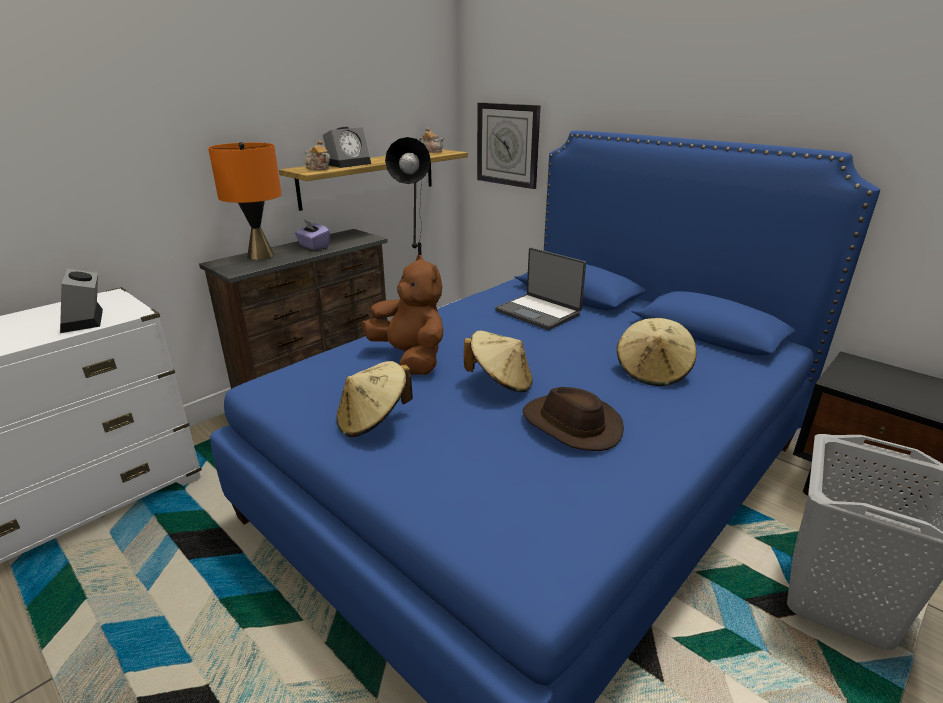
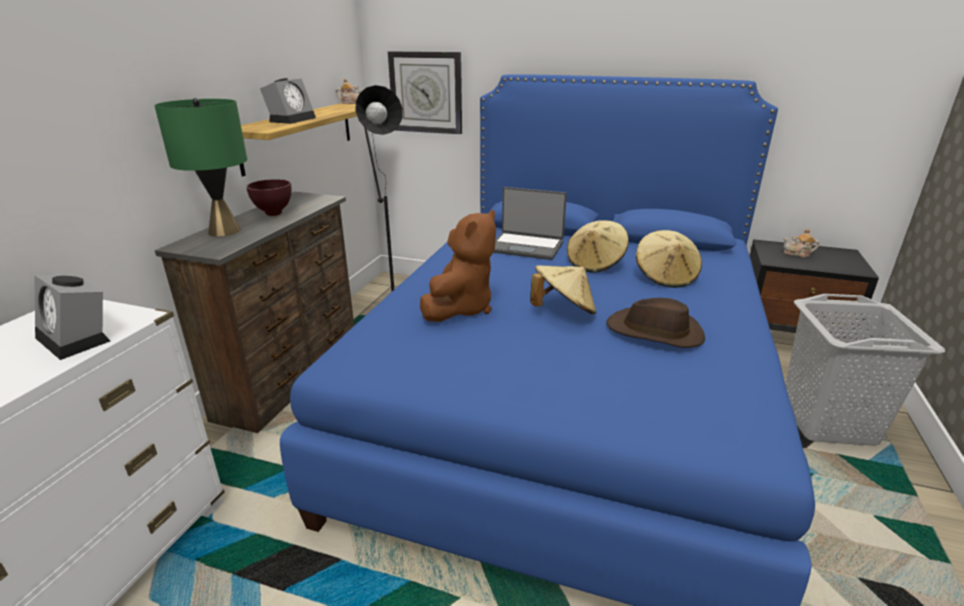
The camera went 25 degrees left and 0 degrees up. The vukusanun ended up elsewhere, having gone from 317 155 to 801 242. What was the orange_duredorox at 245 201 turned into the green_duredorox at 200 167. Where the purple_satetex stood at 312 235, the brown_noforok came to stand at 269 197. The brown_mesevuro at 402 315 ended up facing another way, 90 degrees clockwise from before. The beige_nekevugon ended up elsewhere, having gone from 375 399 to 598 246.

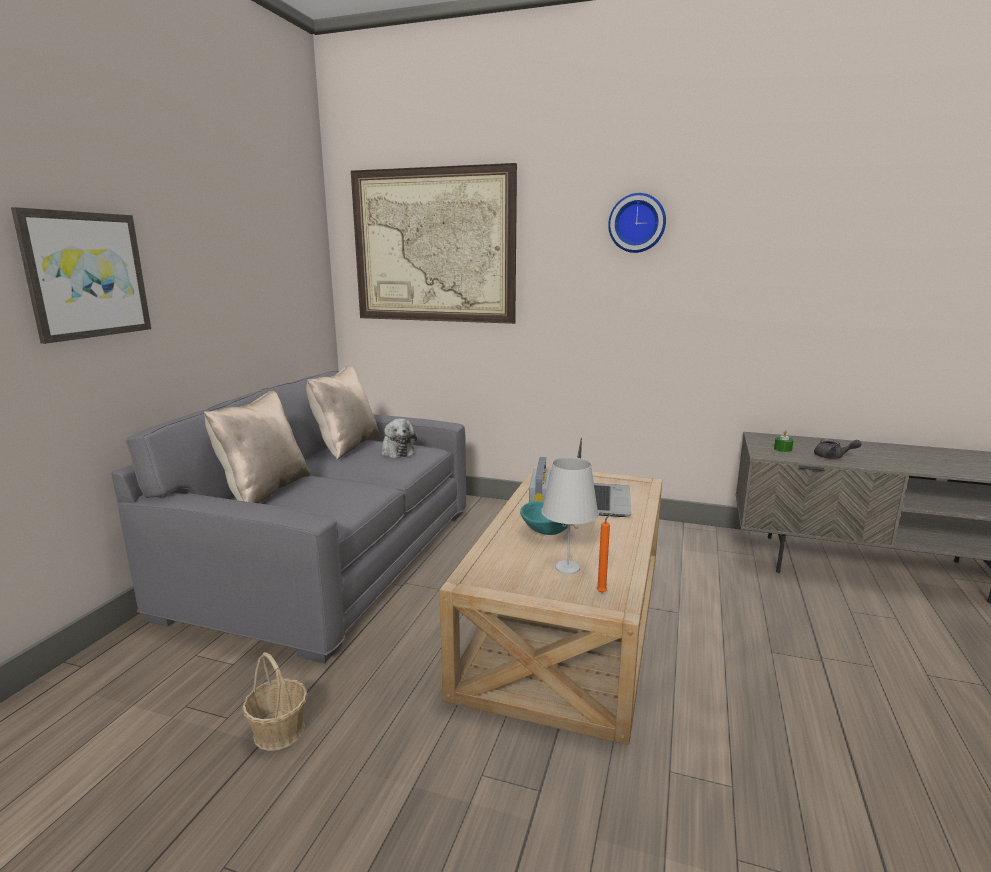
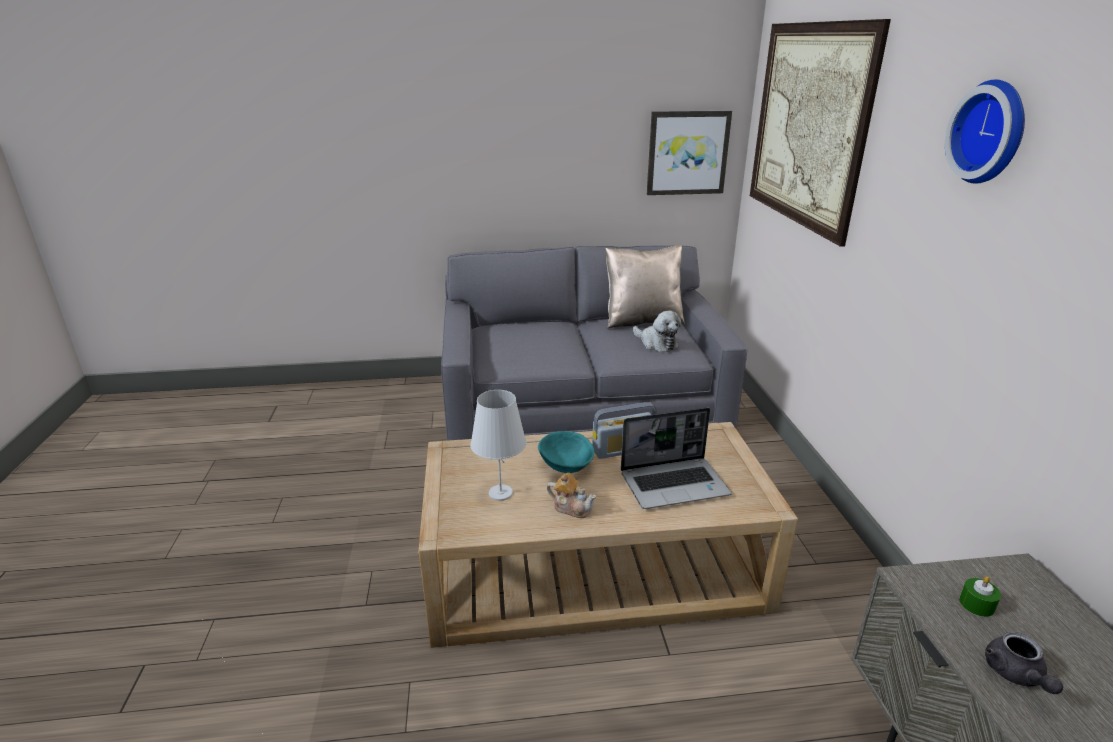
The camera went 65 degrees right and 10 degrees up. The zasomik ended up elsewhere, having gone from 81 275 to 689 153. The second view lost the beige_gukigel at 257 447. The mesevuro at 399 438 ended up facing another way, 75 degrees counterclockwise from before. The second view lost the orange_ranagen at 604 553. The second view lost the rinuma at 275 701. The second view gained the vukusanun at 571 495.

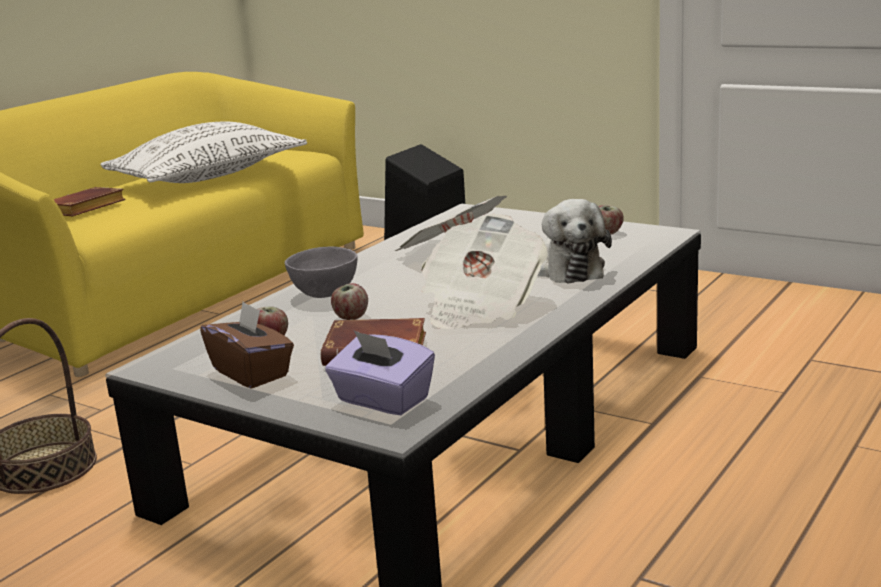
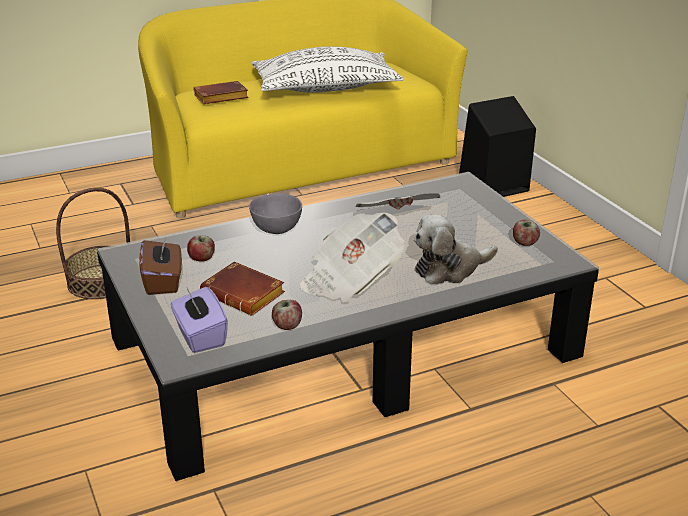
The camera went 30 degrees right and 10 degrees up. The mesevuro at 575 241 ended up facing another way, 45 degrees clockwise from before. The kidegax ended up elsewhere, having gone from 349 301 to 287 315.

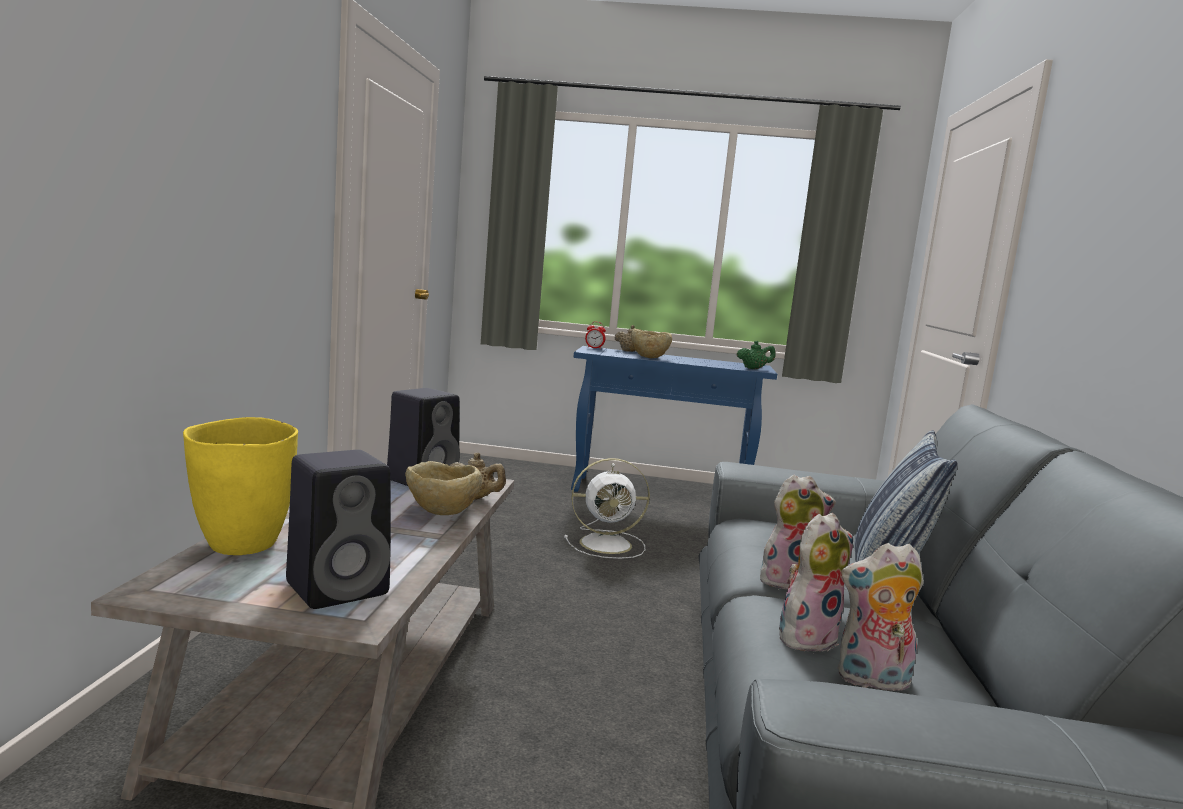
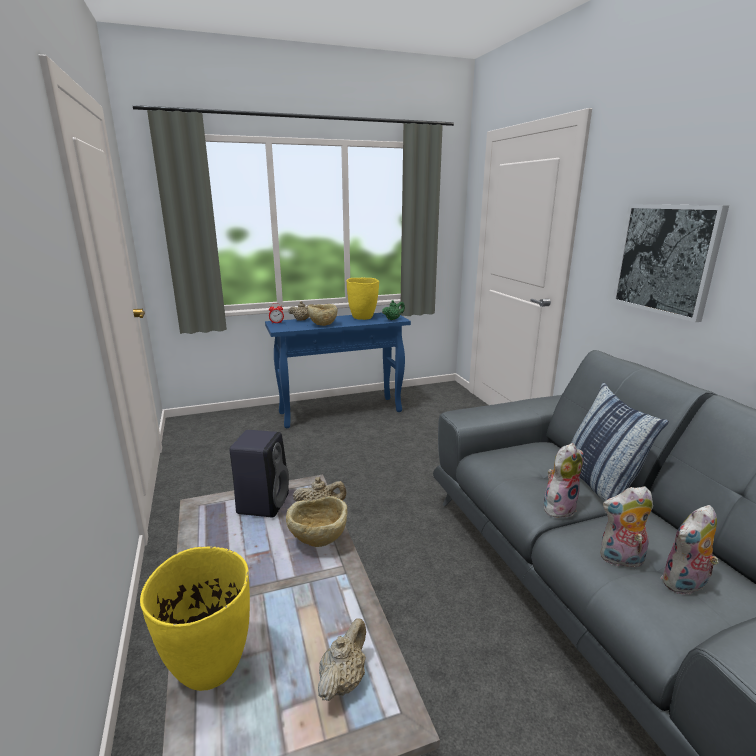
The camera went 25 degrees left and 10 degrees up. Where the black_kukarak stood at 338 529, the beige_vukusanun came to stand at 342 659. The second view lost the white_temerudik at 607 508. The mesevuro at 816 582 ended up facing another way, 120 degrees counterclockwise from before. The second view gained the zasomik at 670 263. The second view gained the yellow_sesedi at 363 299.

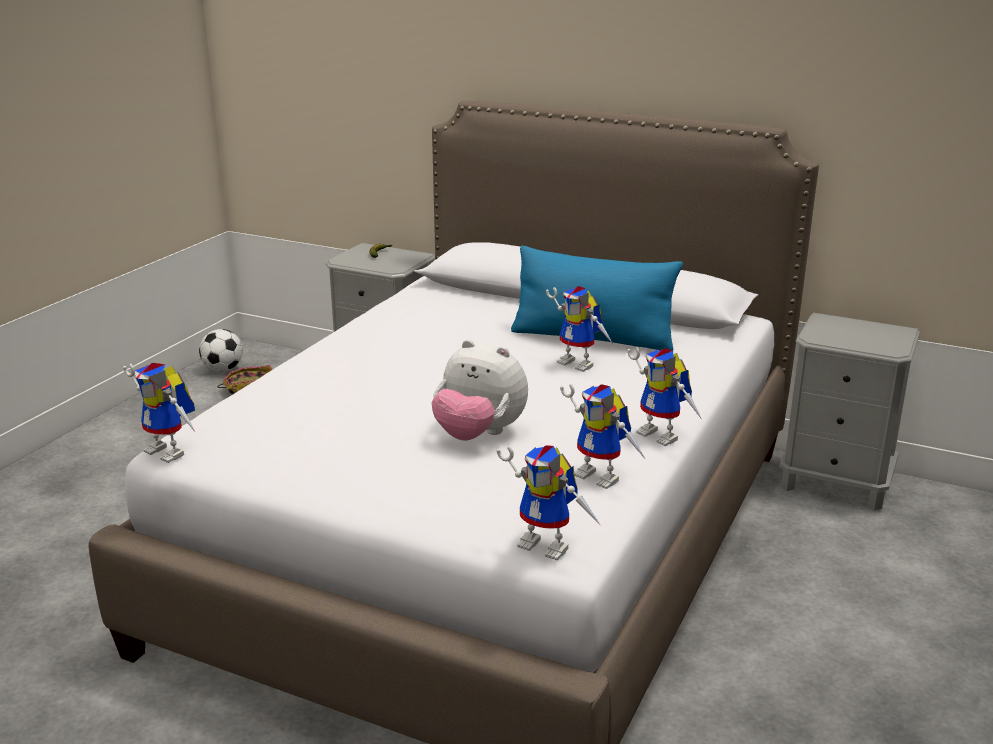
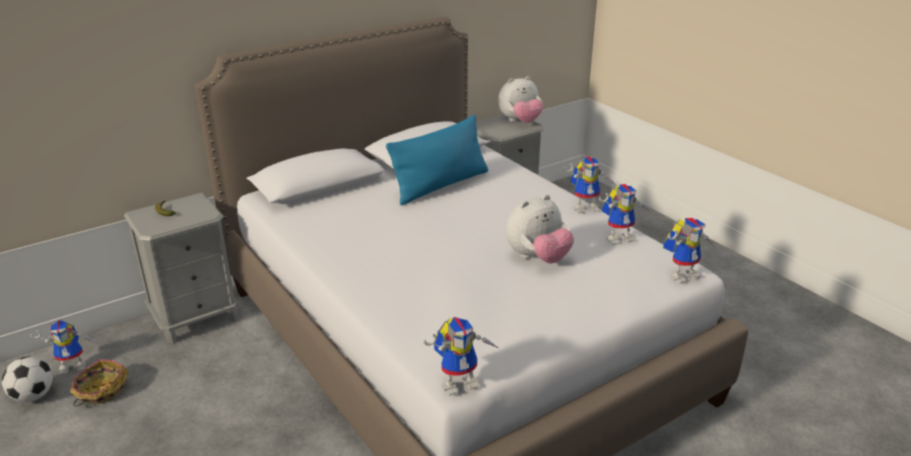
The camera went 60 degrees left and 5 degrees up. The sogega ended up elsewhere, having gone from 579 329 to 65 347. The second view gained the mesevuro at 520 99.

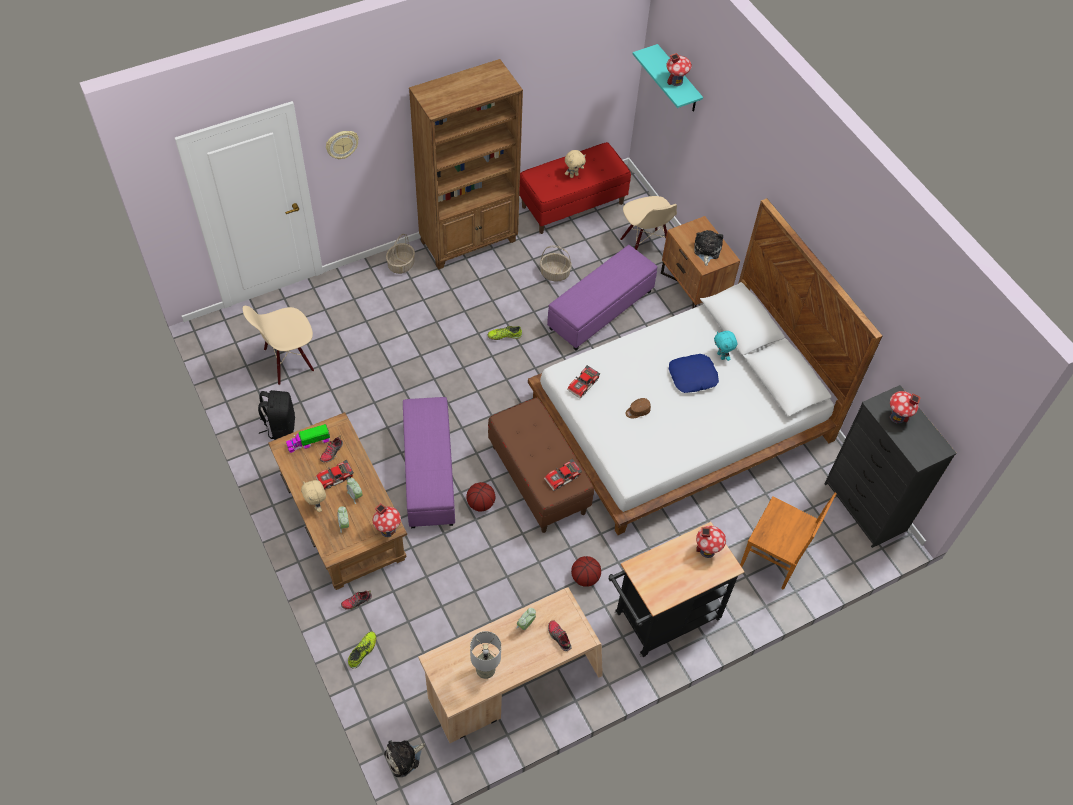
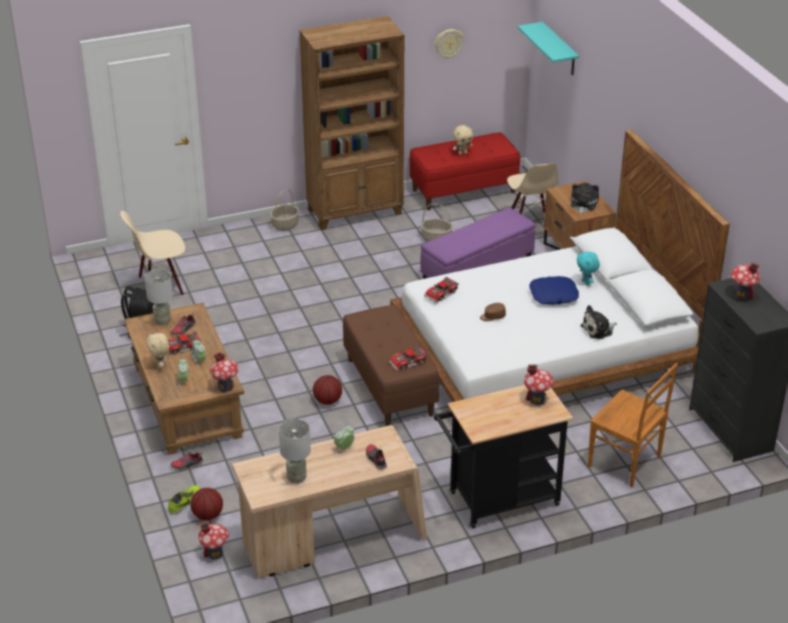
The camera went 10 degrees right and 20 degrees down. The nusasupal ended up elsewhere, having gone from 679 69 to 213 541. The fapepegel ended up elsewhere, having gone from 342 145 to 449 44. The second view lost the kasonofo at 505 333. The second view lost the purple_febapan at 429 462. Where the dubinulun stood at 308 438, the grey_duredorox came to stand at 159 297. The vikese ended up elsewhere, having gone from 586 571 to 206 504. The mesevuro ended up elsewhere, having gone from 404 758 to 598 322.

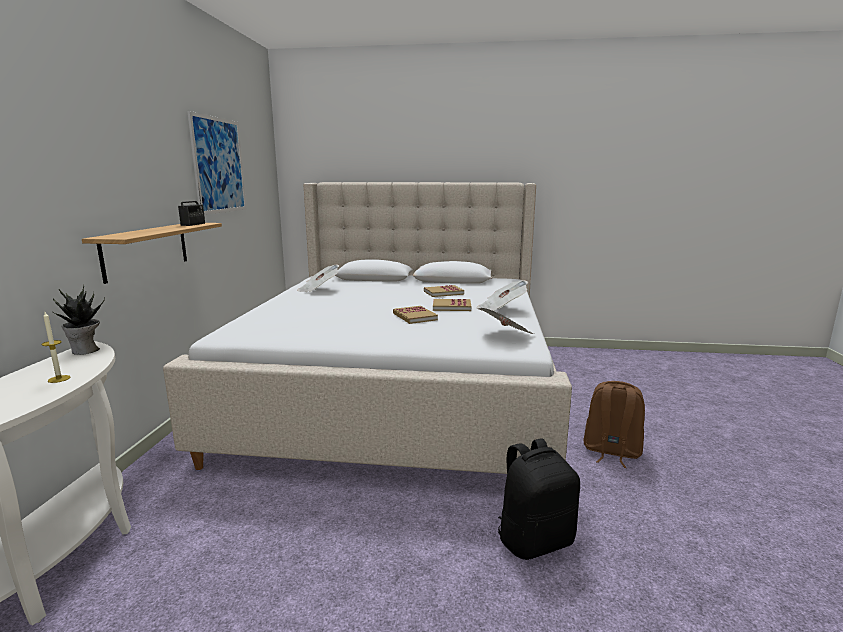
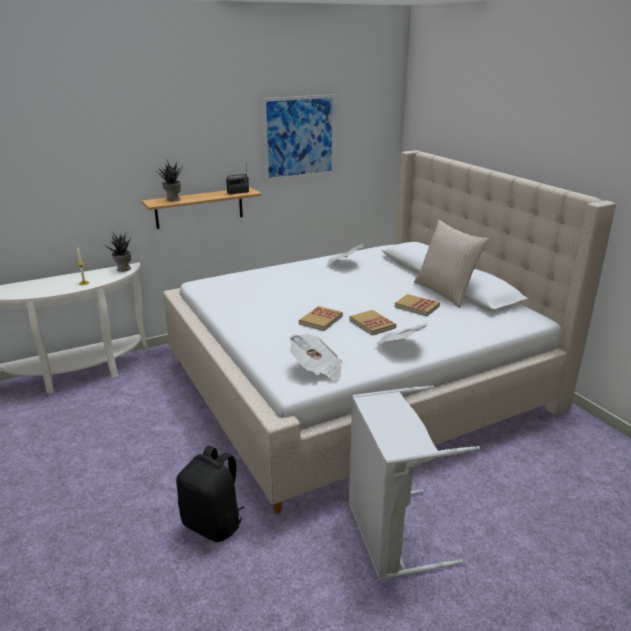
The camera went 55 degrees right and 10 degrees up. Where the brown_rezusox stood at 614 424, the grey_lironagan came to stand at 414 482. The second view gained the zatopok at 169 180. The second view gained the beige_gukigel at 451 264.

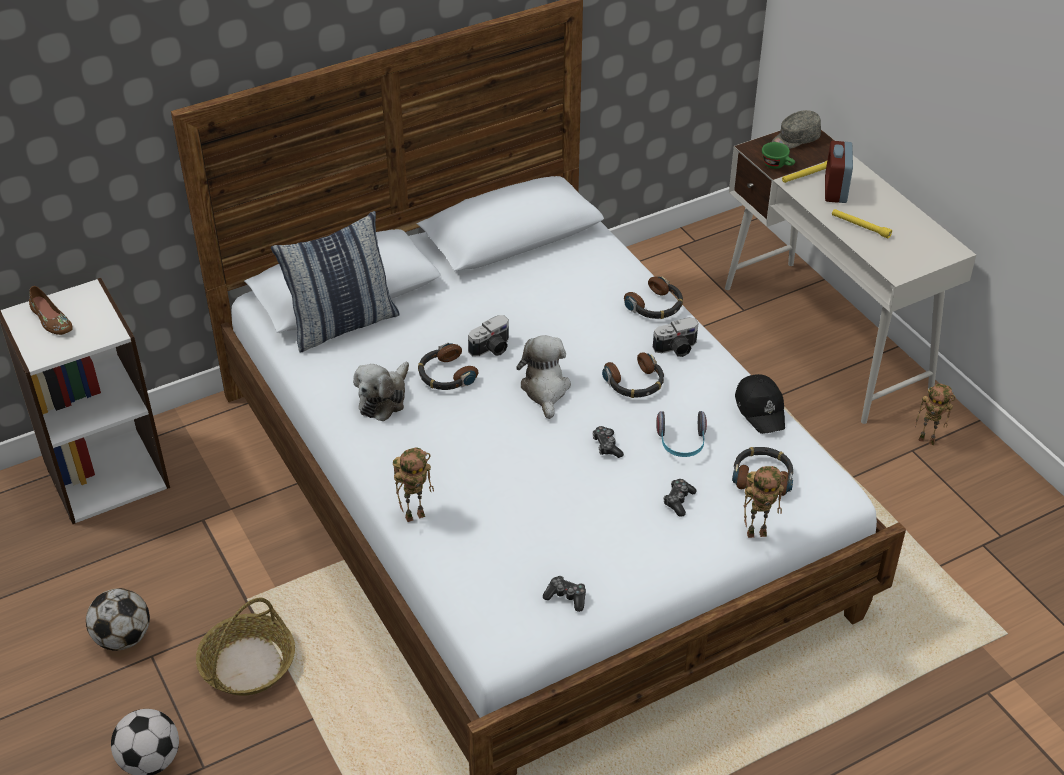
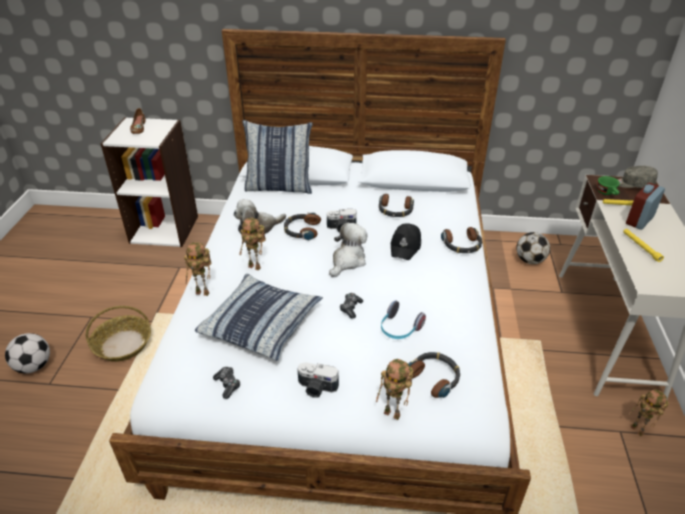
The camera went 35 degrees right and 5 degrees down. The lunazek ended up elsewhere, having gone from 675 337 to 318 380. The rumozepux ended up elsewhere, having gone from 633 375 to 396 205. The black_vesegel ended up elsewhere, having gone from 760 404 to 406 241. The second view lost the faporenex at 680 498. The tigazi ended up elsewhere, having gone from 118 619 to 533 248. The second view gained the sogega at 252 244. The second view gained the gukigel at 259 317.

